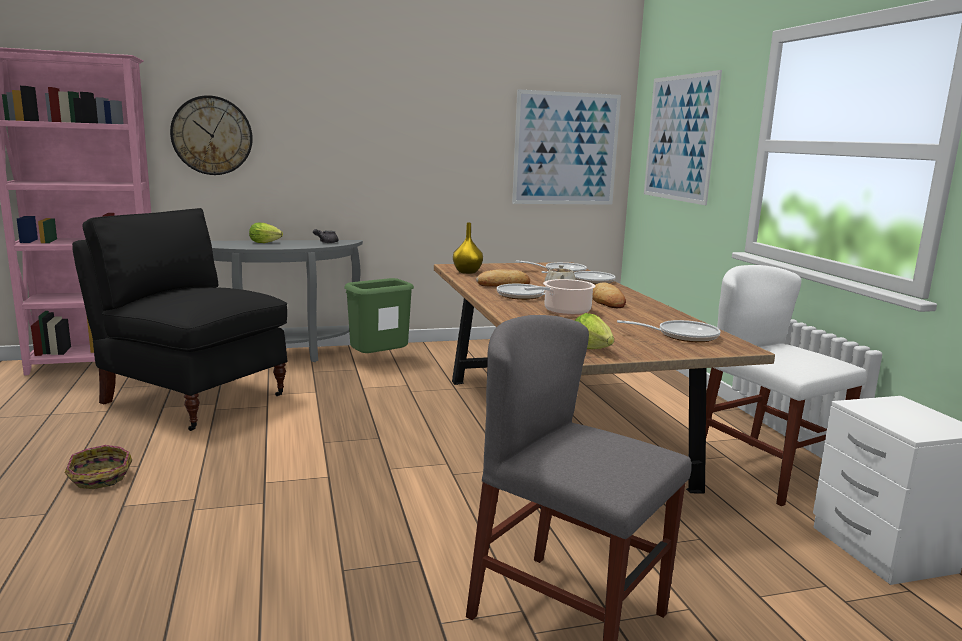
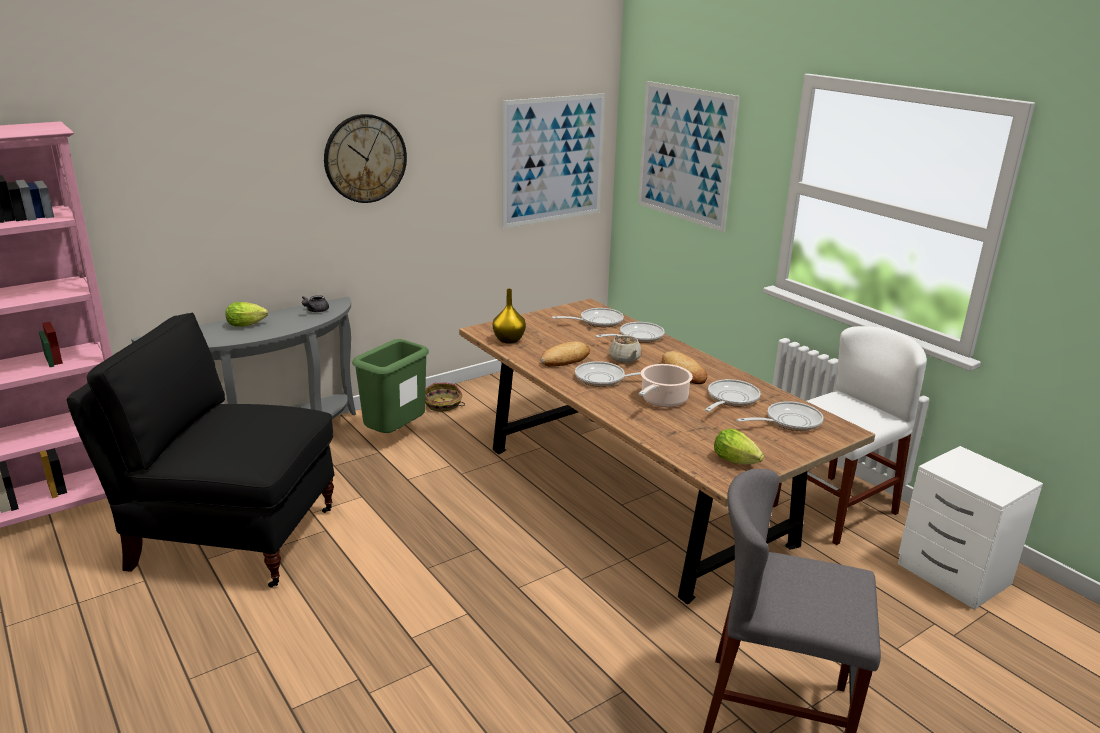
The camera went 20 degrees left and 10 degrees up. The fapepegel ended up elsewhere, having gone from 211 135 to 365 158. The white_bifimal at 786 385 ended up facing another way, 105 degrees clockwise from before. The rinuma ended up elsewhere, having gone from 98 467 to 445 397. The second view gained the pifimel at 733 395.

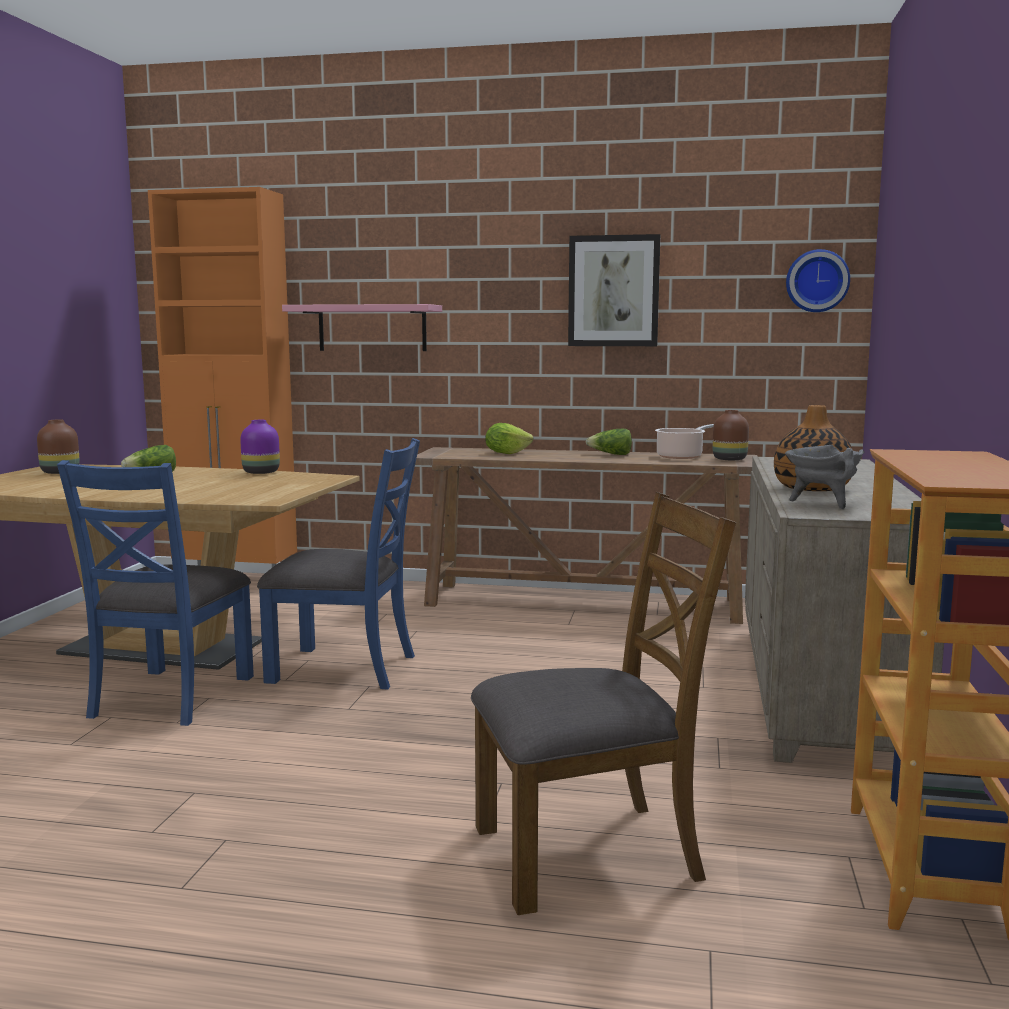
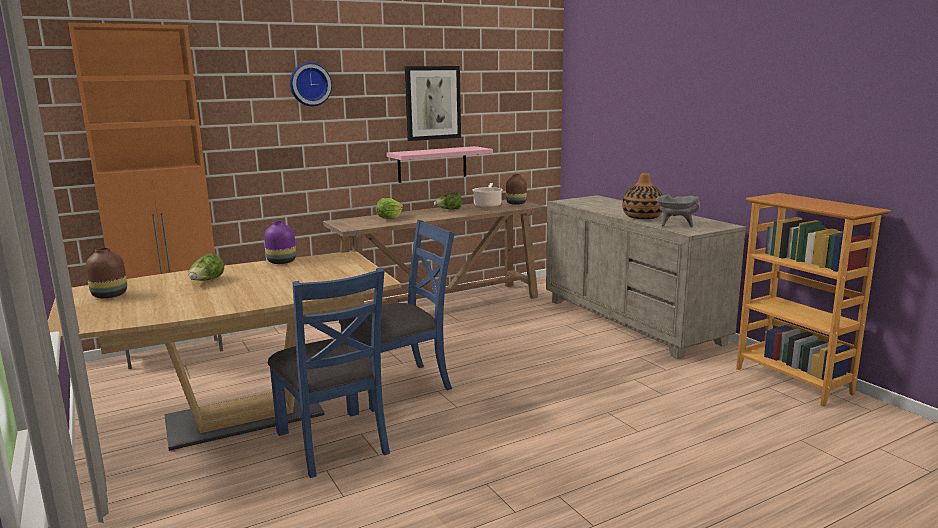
The camera went 40 degrees left and 5 degrees up. The fapepegel ended up elsewhere, having gone from 818 280 to 311 84. The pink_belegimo ended up elsewhere, having gone from 362 327 to 439 164. The second view lost the brown_bifimal at 603 703.

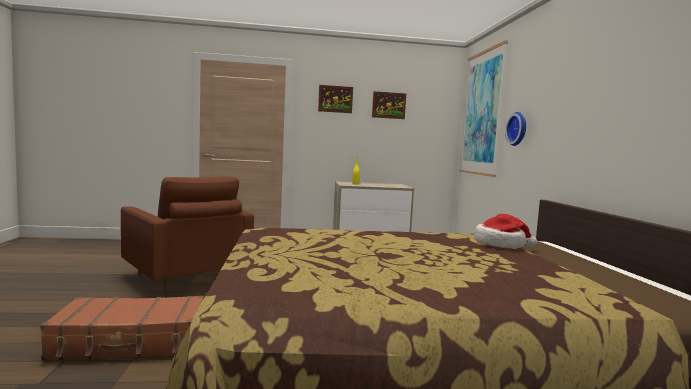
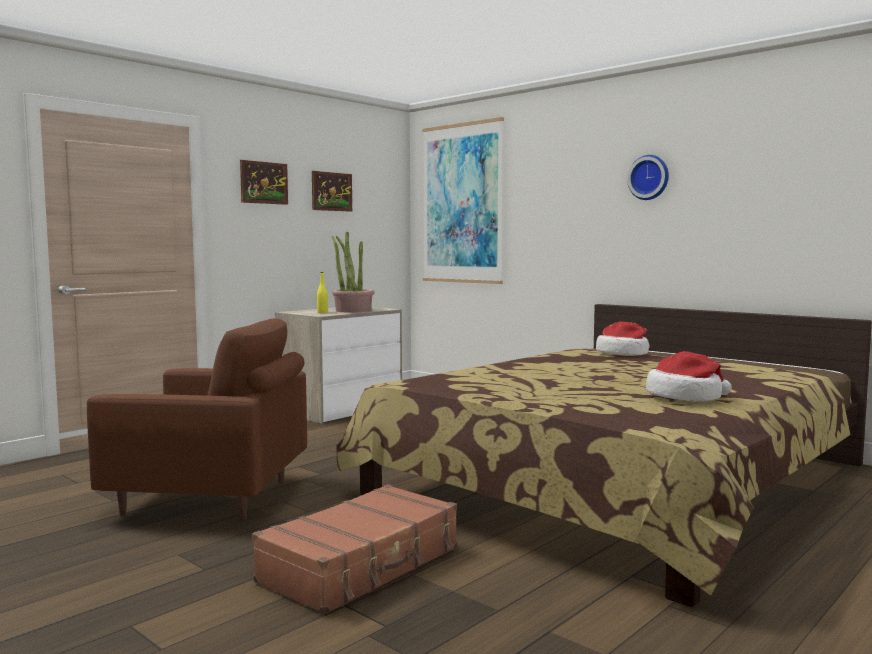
The camera went 40 degrees left and 0 degrees up. The fapepegel ended up elsewhere, having gone from 515 129 to 648 177. The second view gained the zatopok at 353 272. The second view gained the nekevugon at 689 376.

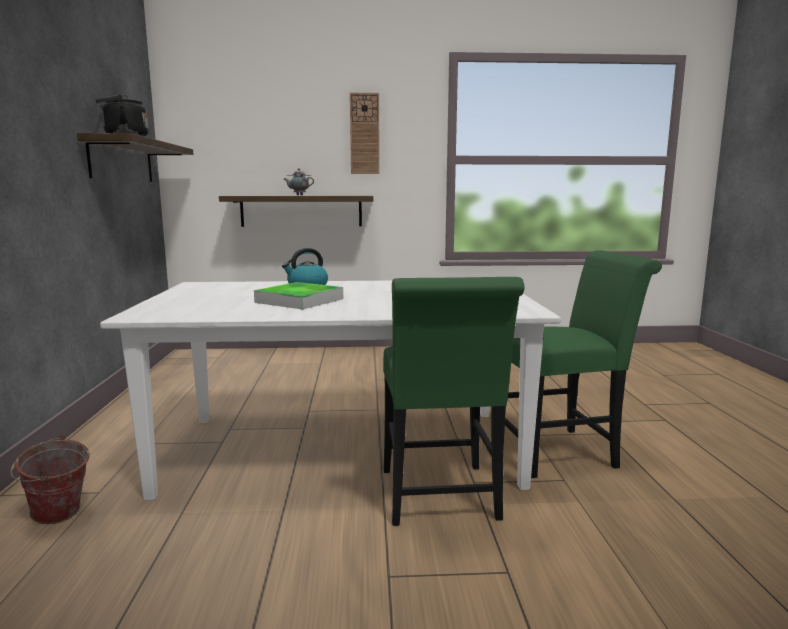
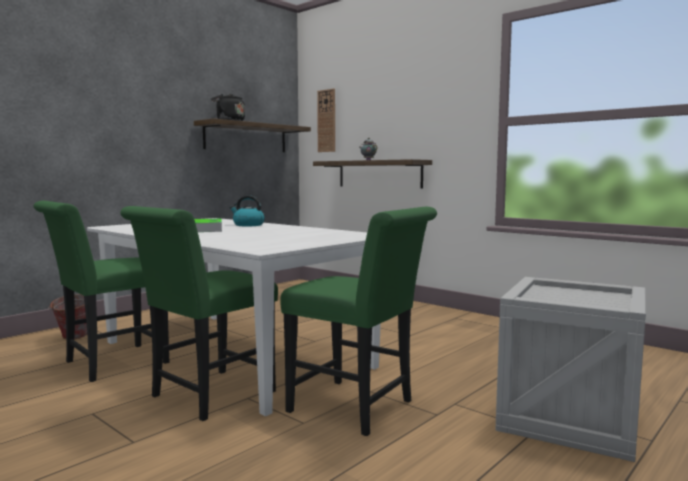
The camera went 45 degrees right and 5 degrees down. The fapepegel ended up elsewhere, having gone from 365 133 to 326 120. The second view gained the green_bifimal at 101 291. The second view gained the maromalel at 570 369.

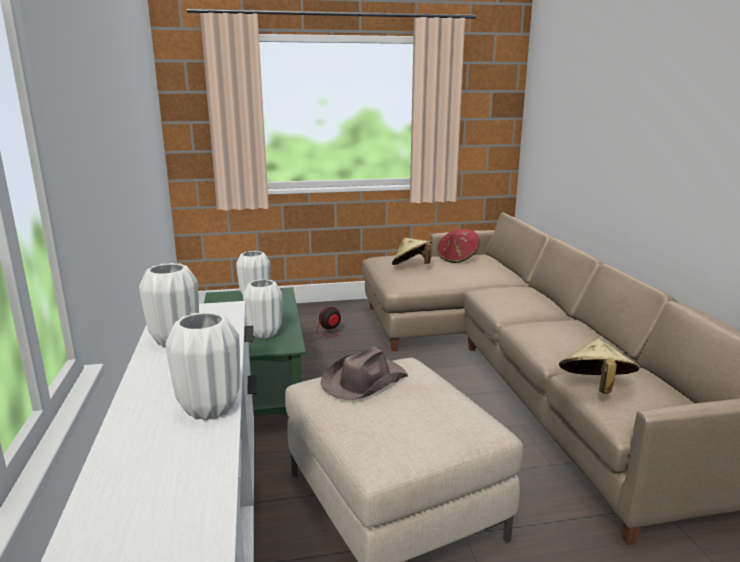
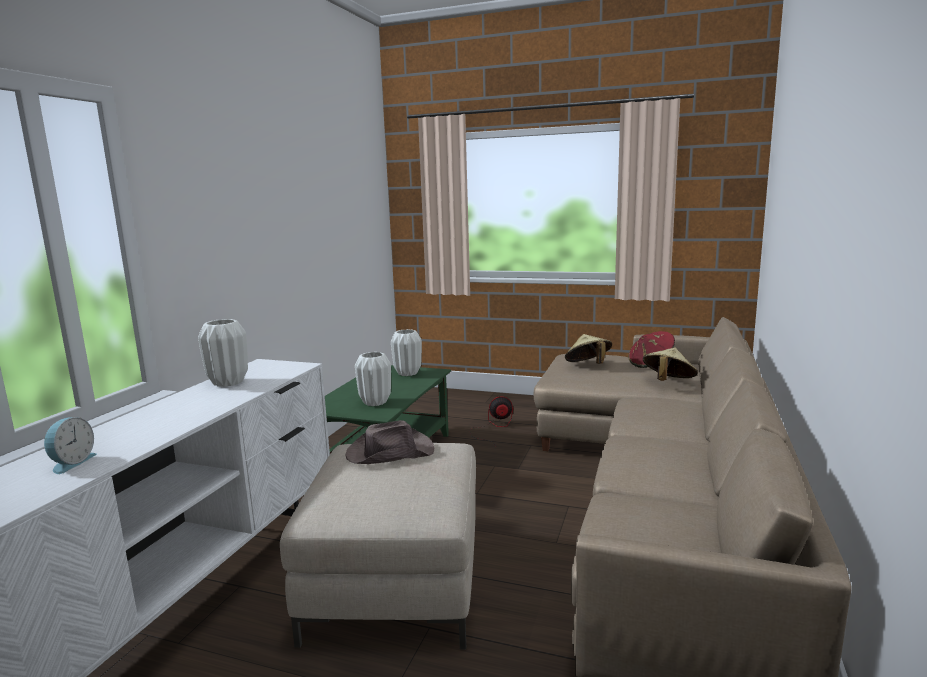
The camera went 30 degrees right and 5 degrees down. The second view lost the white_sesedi at 202 366. The beige_nekevugon ended up elsewhere, having gone from 599 366 to 670 364. The second view gained the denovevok at 70 445.

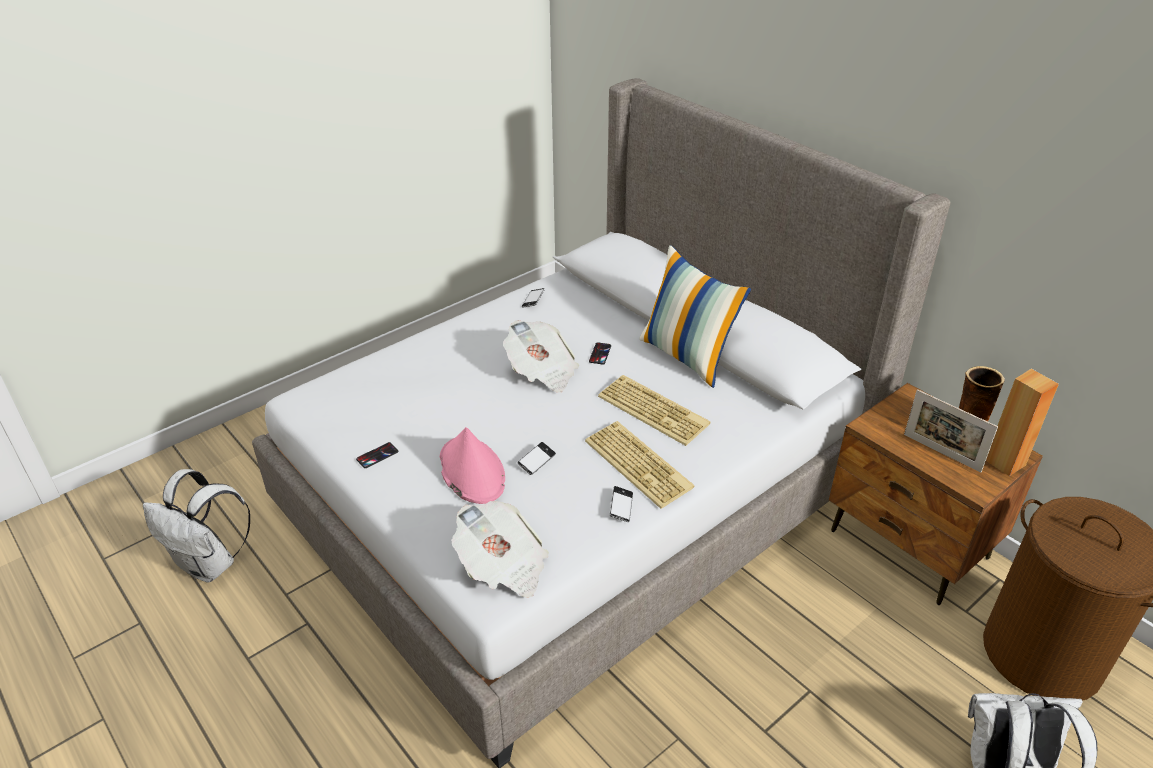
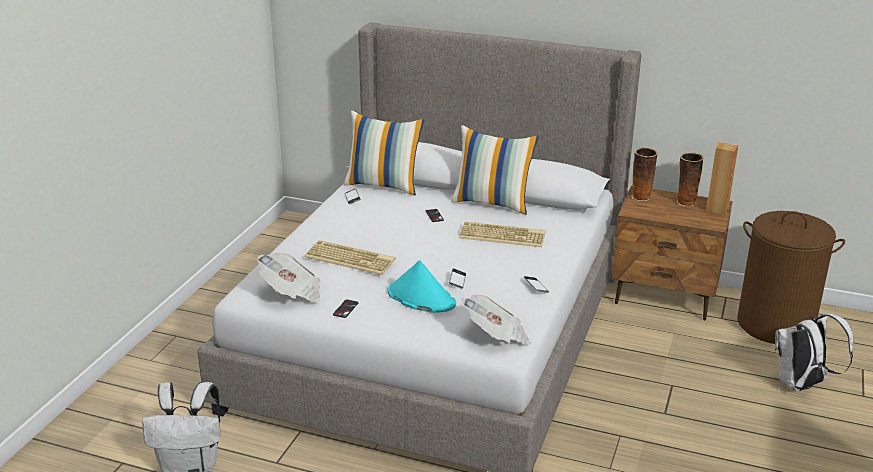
The camera went 30 degrees left and 10 degrees down. The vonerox ended up elsewhere, having gone from 541 356 to 289 277. The second view lost the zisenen at 951 431. The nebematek ended up elsewhere, having gone from 639 465 to 350 257. What was the pink_nekevugon at 472 465 turned into the turquoise_nekevugon at 422 286. The second view gained the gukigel at 384 153. The second view gained the sesedi at 644 174.

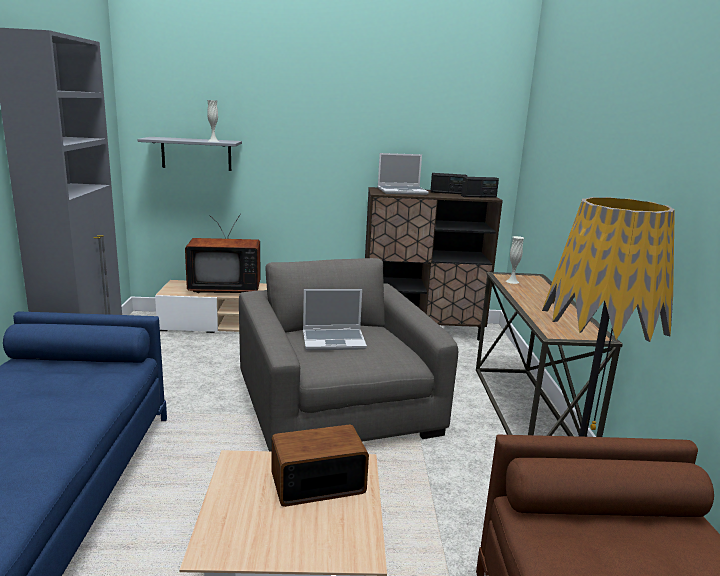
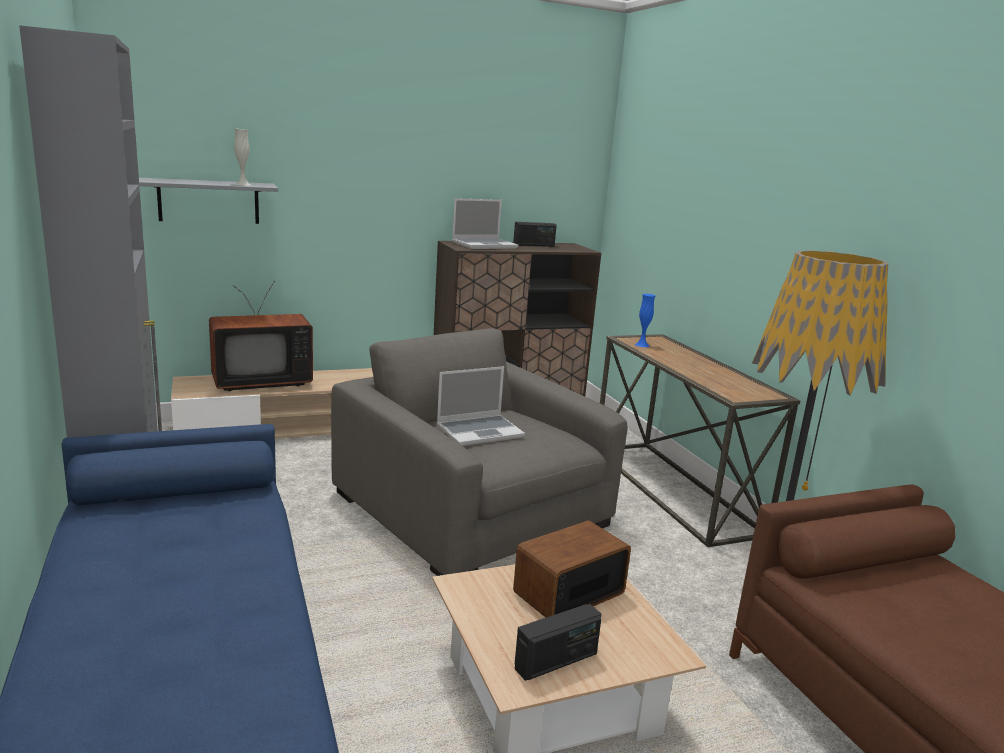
The camera went 20 degrees left and 0 degrees up. The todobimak ended up elsewhere, having gone from 480 187 to 558 642. What was the white_sesedi at 515 260 turned into the blue_sesedi at 645 320.

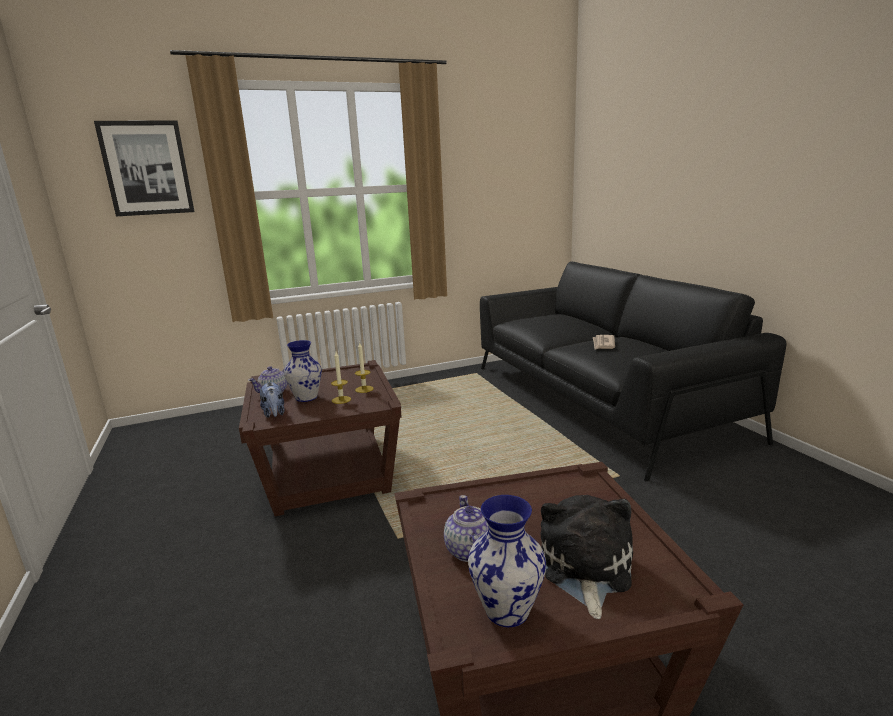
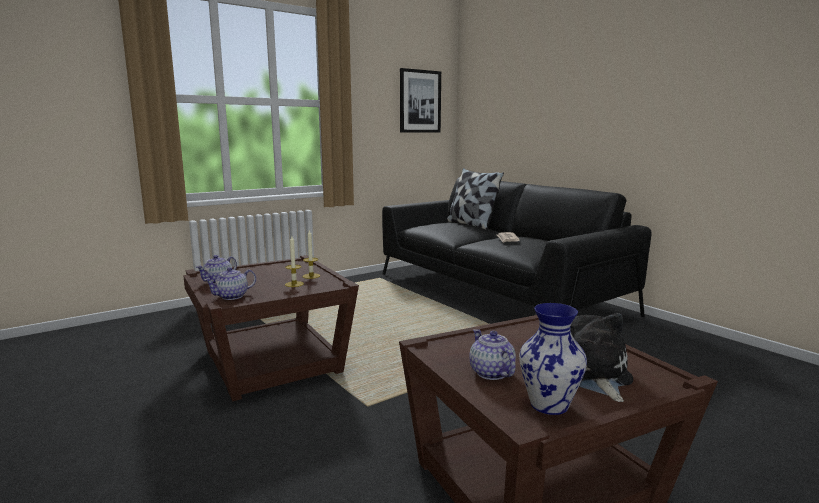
The camera went 15 degrees left and 5 degrees down. The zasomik ended up elsewhere, having gone from 144 168 to 420 100. The second view lost the sesedi at 303 371. Where the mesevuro stood at 272 400, the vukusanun came to stand at 230 283. The second view gained the gukigel at 475 199.

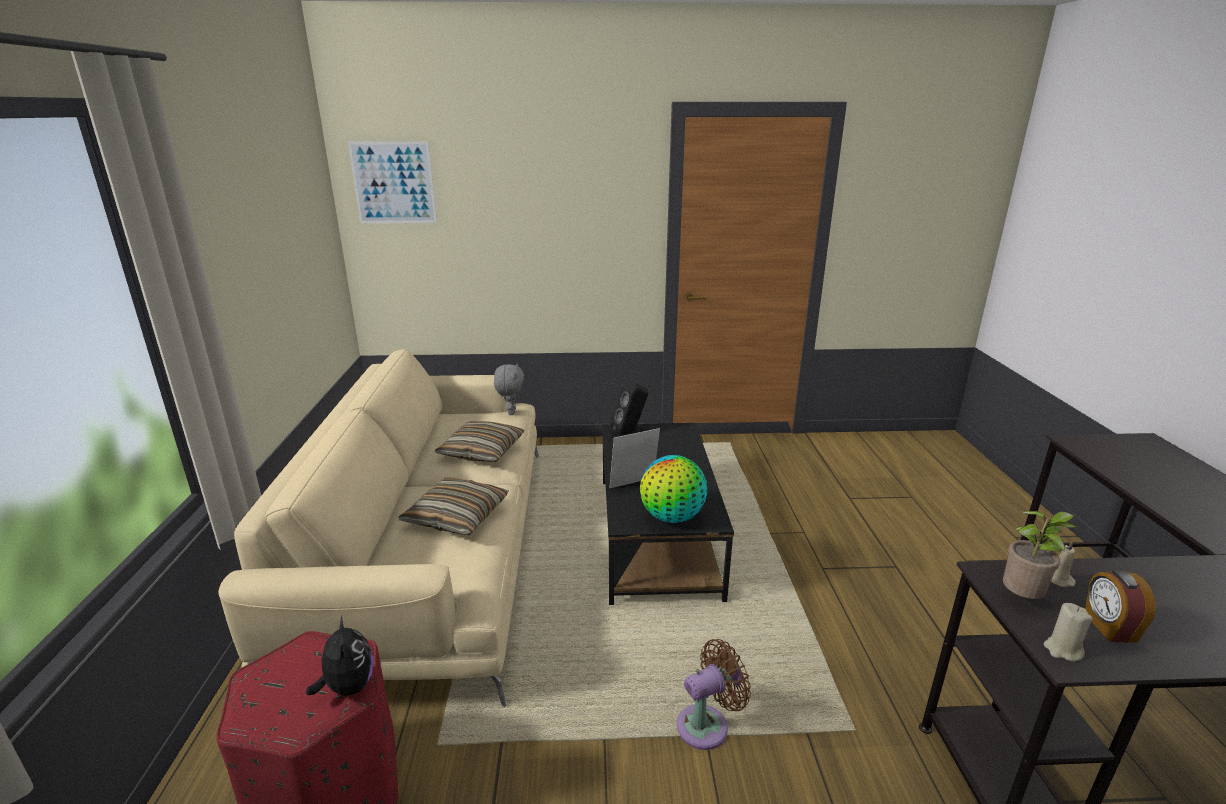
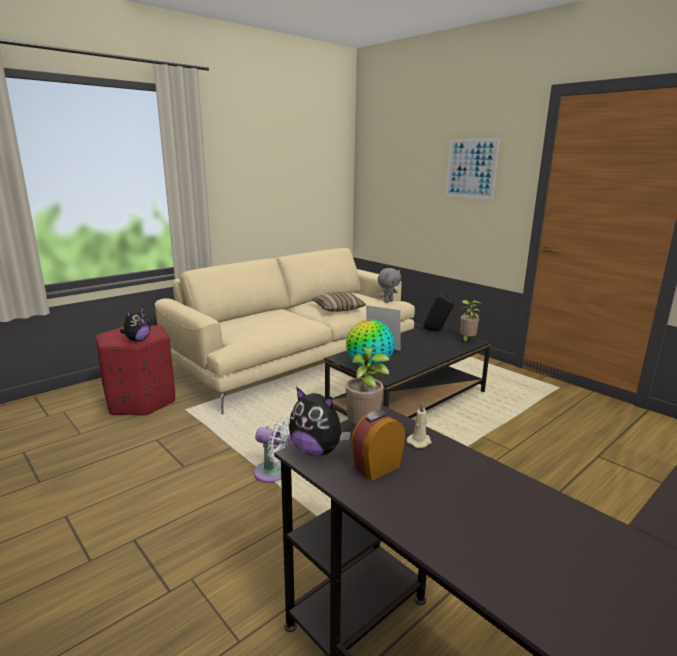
The camera went 50 degrees right and 5 degrees down. The zasomik ended up elsewhere, having gone from 392 182 to 473 168. The second view lost the gukigel at 453 506. Where the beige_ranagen stood at 1068 632, the mesevuro came to stand at 320 421. What was the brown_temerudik at 714 694 turned into the white_temerudik at 274 449. The second view gained the zatopok at 470 321.

